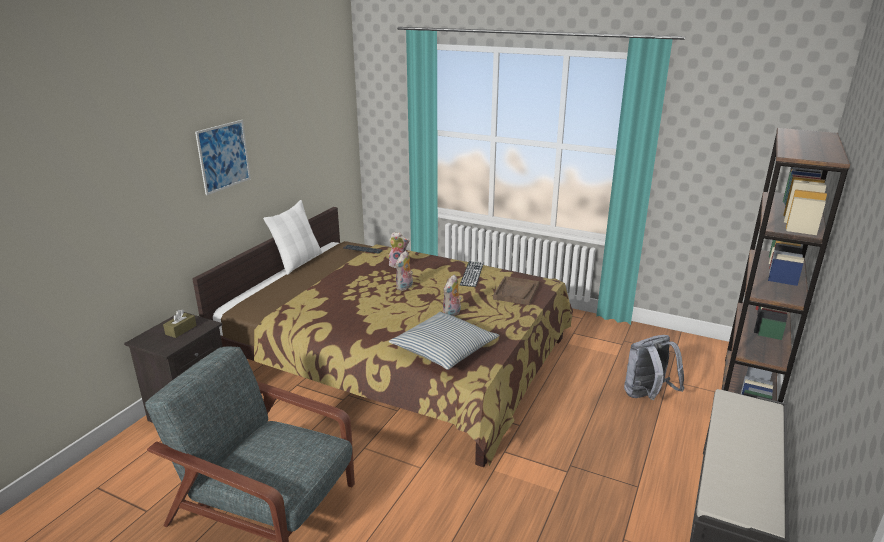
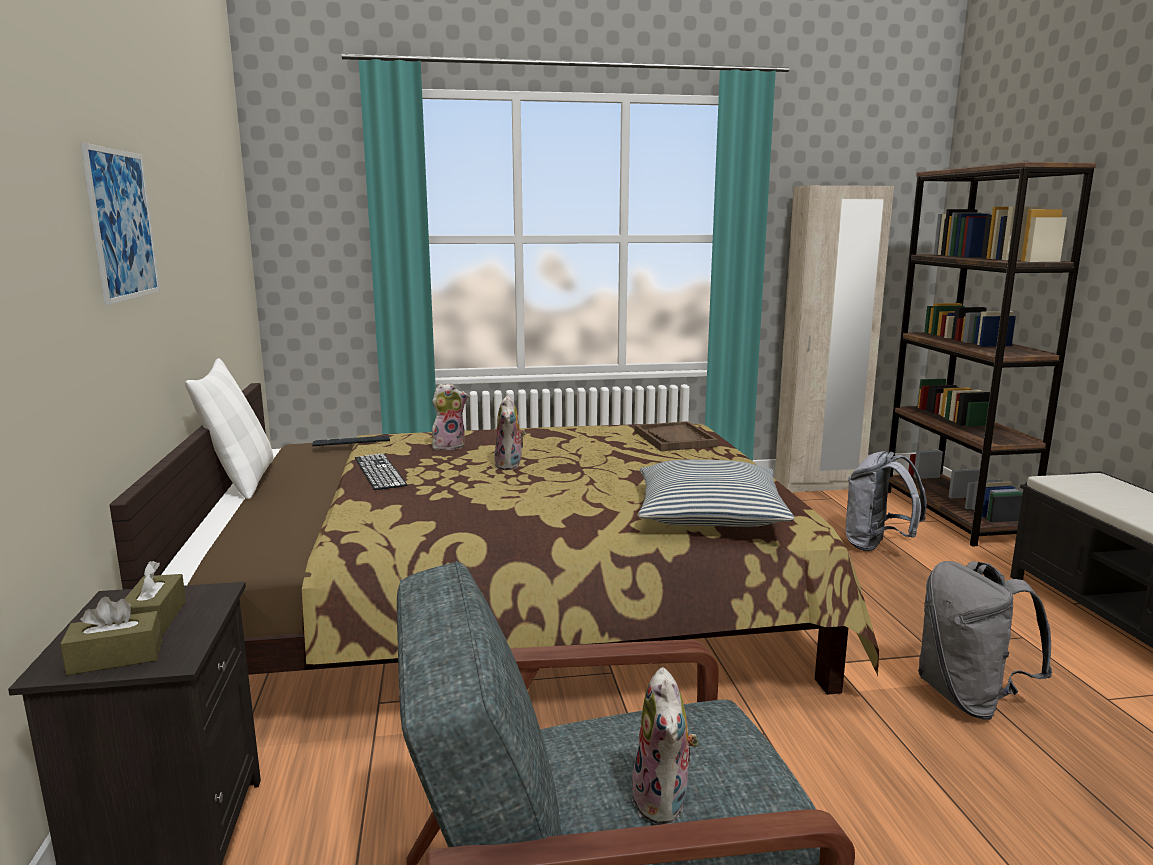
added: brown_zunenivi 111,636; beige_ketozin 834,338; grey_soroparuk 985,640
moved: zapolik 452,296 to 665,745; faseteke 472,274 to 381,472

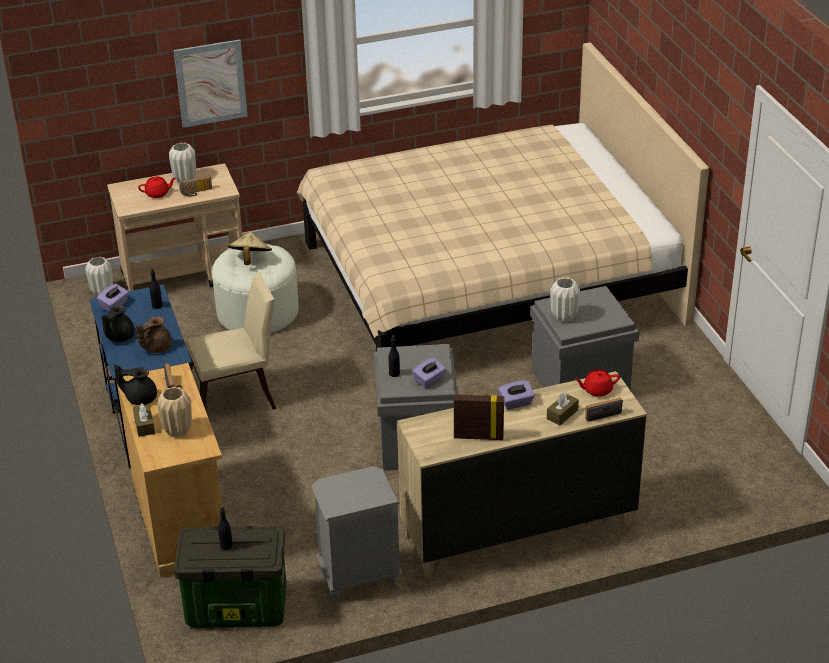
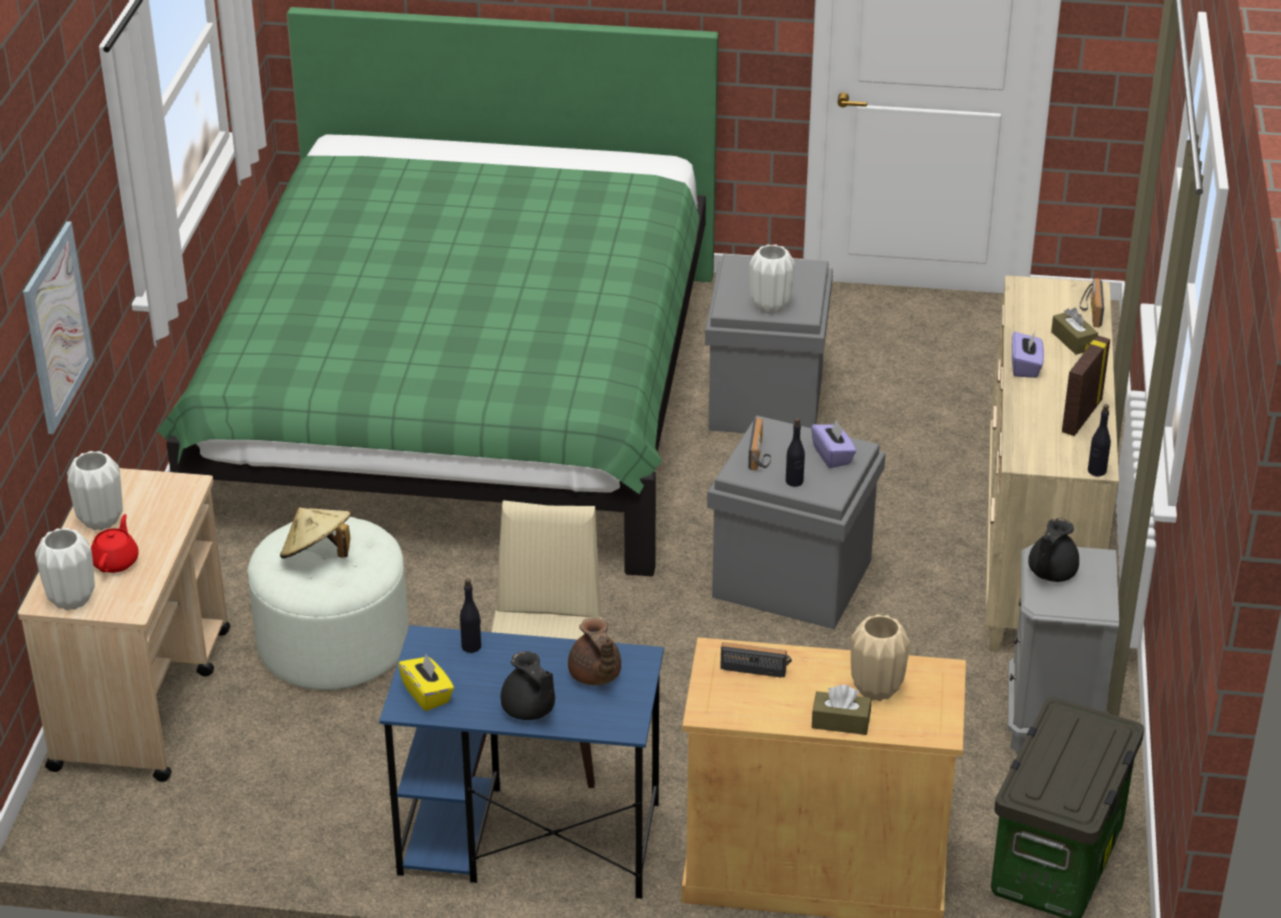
removed: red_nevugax 597,383
moved: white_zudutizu 99,276 to 65,569; black_nevugax 135,385 to 1053,550; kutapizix 195,186 to 759,444; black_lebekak 225,528 to 1099,440
recoloured: purple_zunenivi 112,298 to yellow_zunenivi 426,682; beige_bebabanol 503,197 to green_bebabanol 437,291

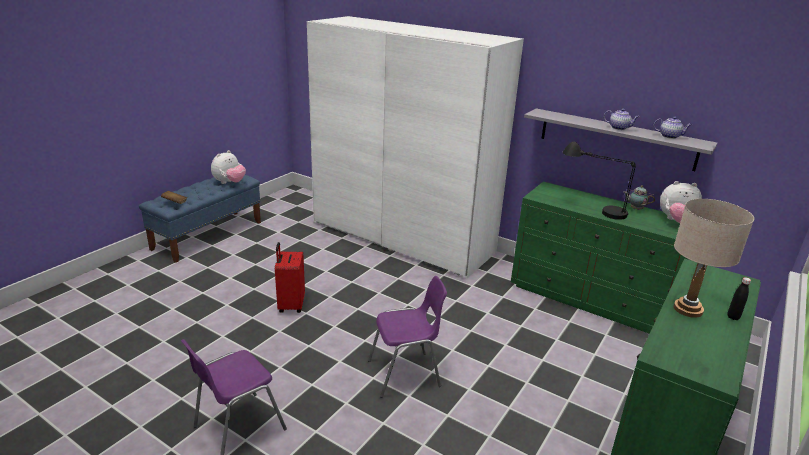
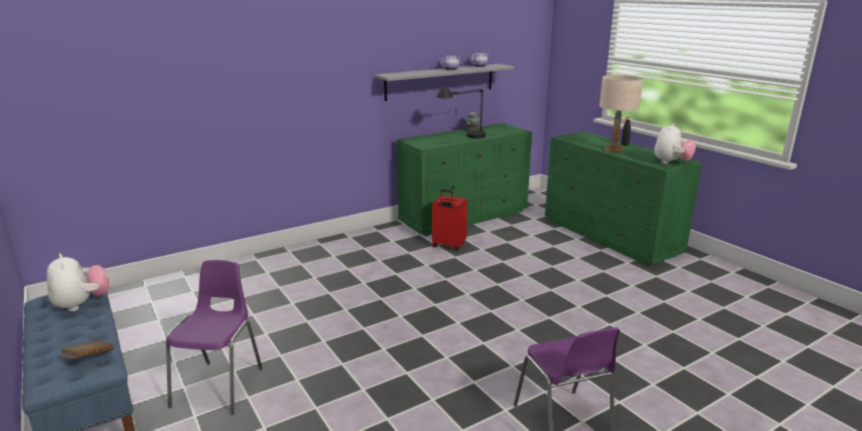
removed: white_ketozin 415,147
moved: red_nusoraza 290,277 to 449,220; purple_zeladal 407,337 to 214,337; zapolik 681,202 to 675,143

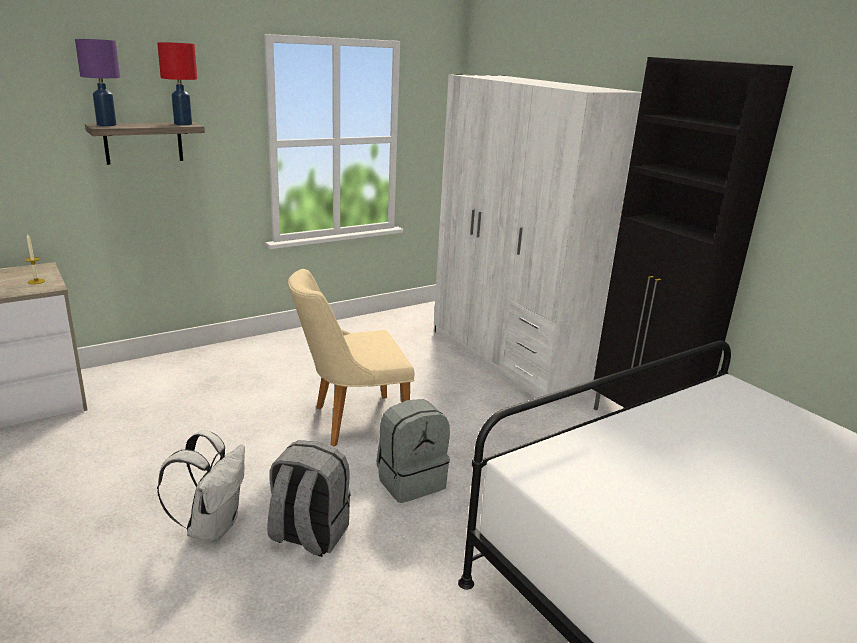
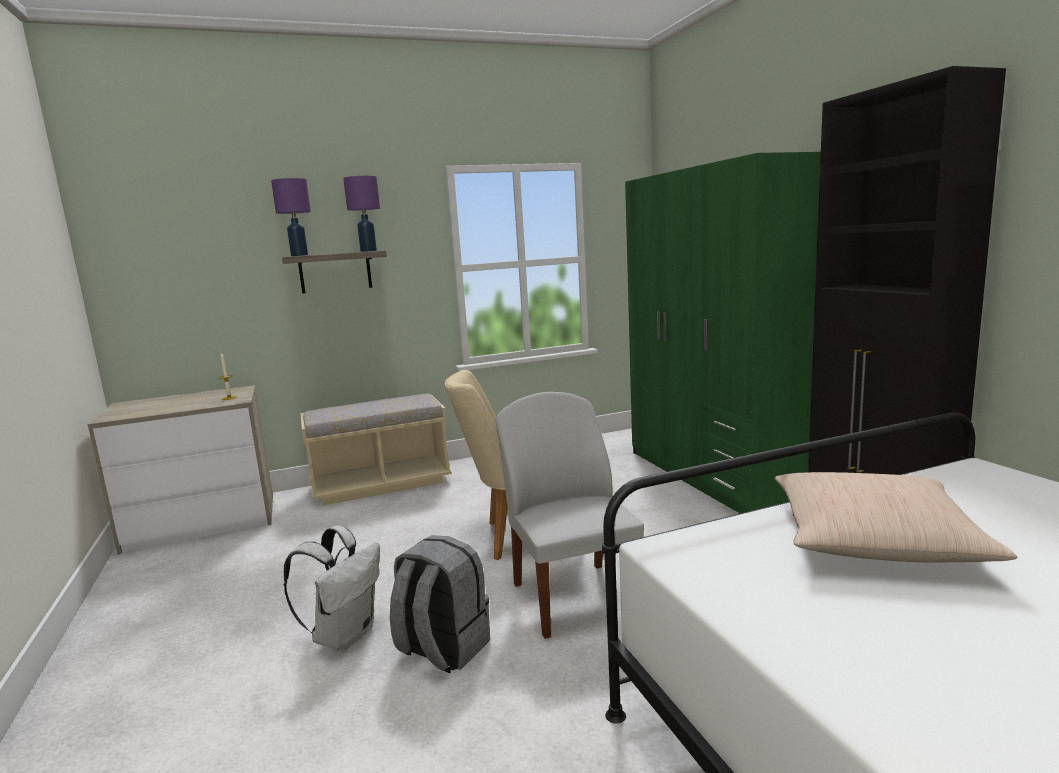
added: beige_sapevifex 376,449; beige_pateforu 895,517
replaced: grey_soroparuk 413,451 to white_zeladal 570,515
recoloured: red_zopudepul 177,83 to purple_zopudepul 361,214; white_ketozin 538,239 to green_ketozin 723,332

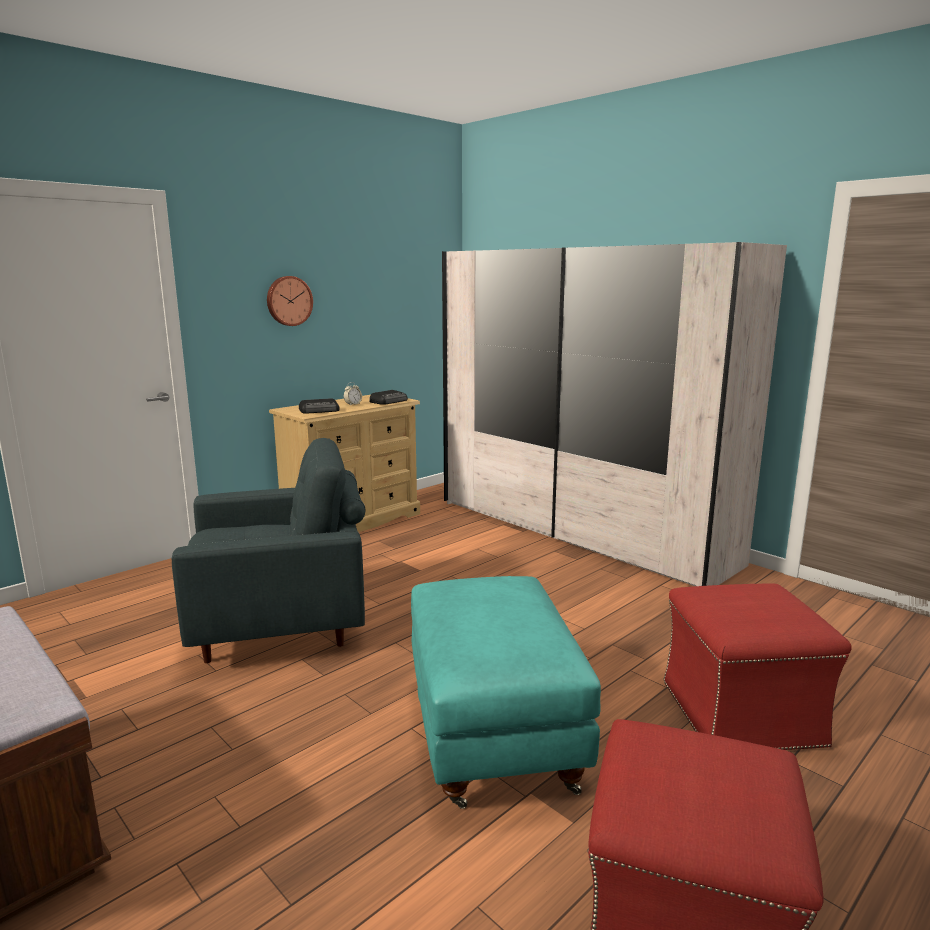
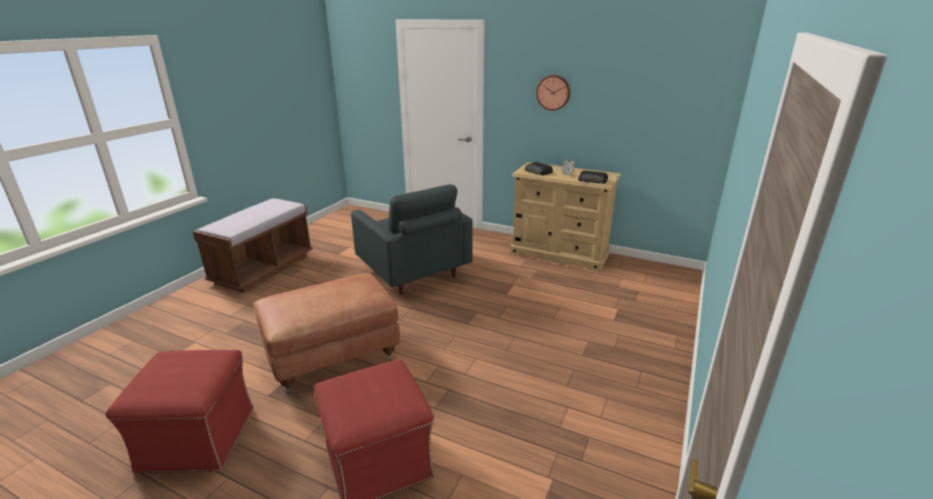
removed: white_ketozin 614,414
recoloured: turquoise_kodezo 506,692 to brown_kodezo 327,333

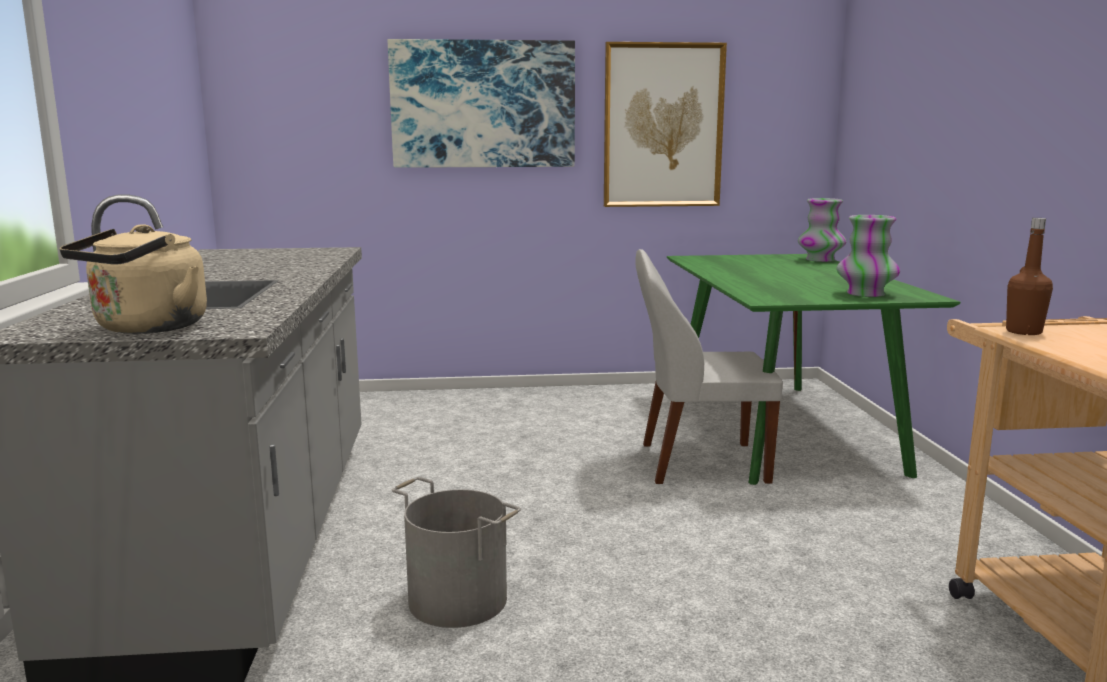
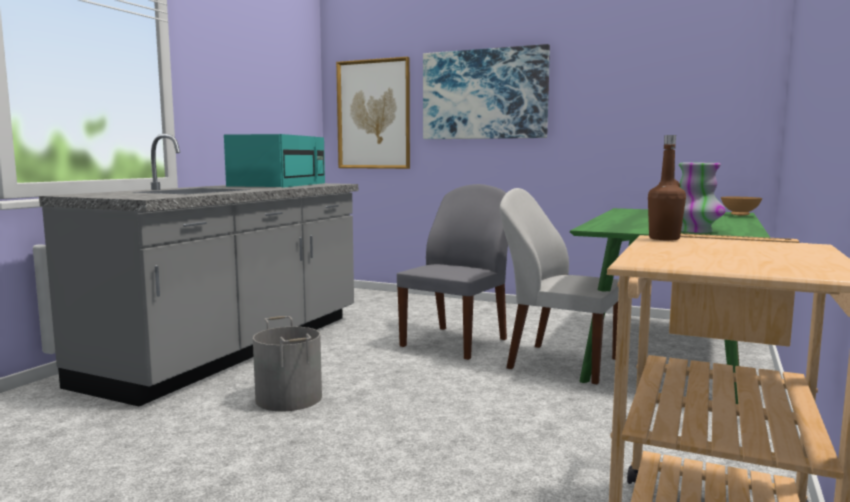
removed: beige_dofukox 133,279
added: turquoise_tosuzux 274,161; grey_zeladal 452,272
moved: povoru 665,124 to 373,113
replaced: zudutizu 822,230 to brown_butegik 741,206

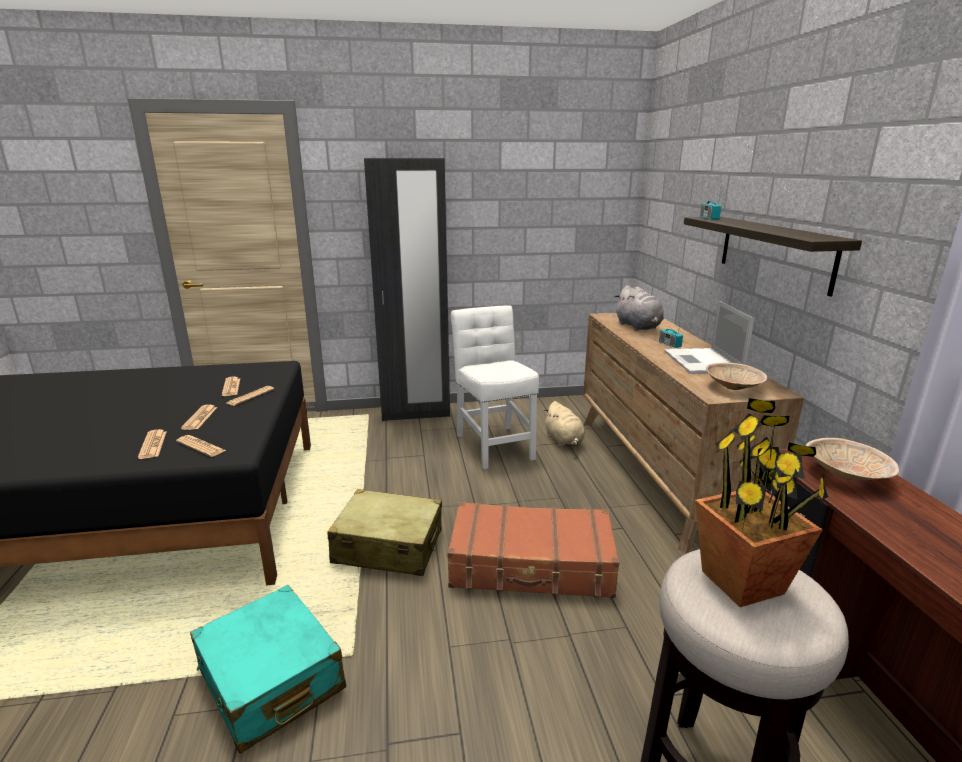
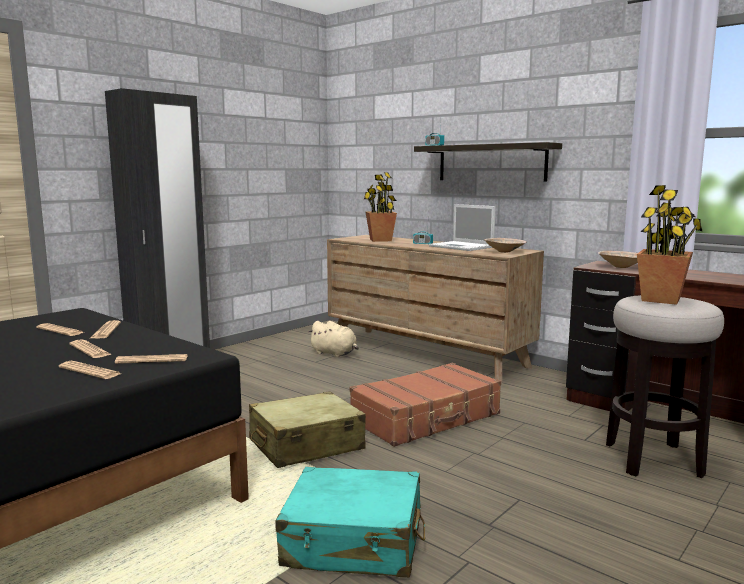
removed: white_zeladal 495,387
replaced: grey_zapolik 639,308 to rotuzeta 380,207

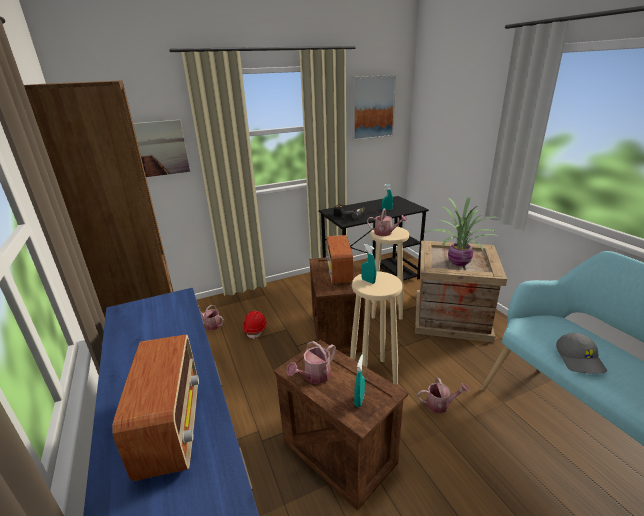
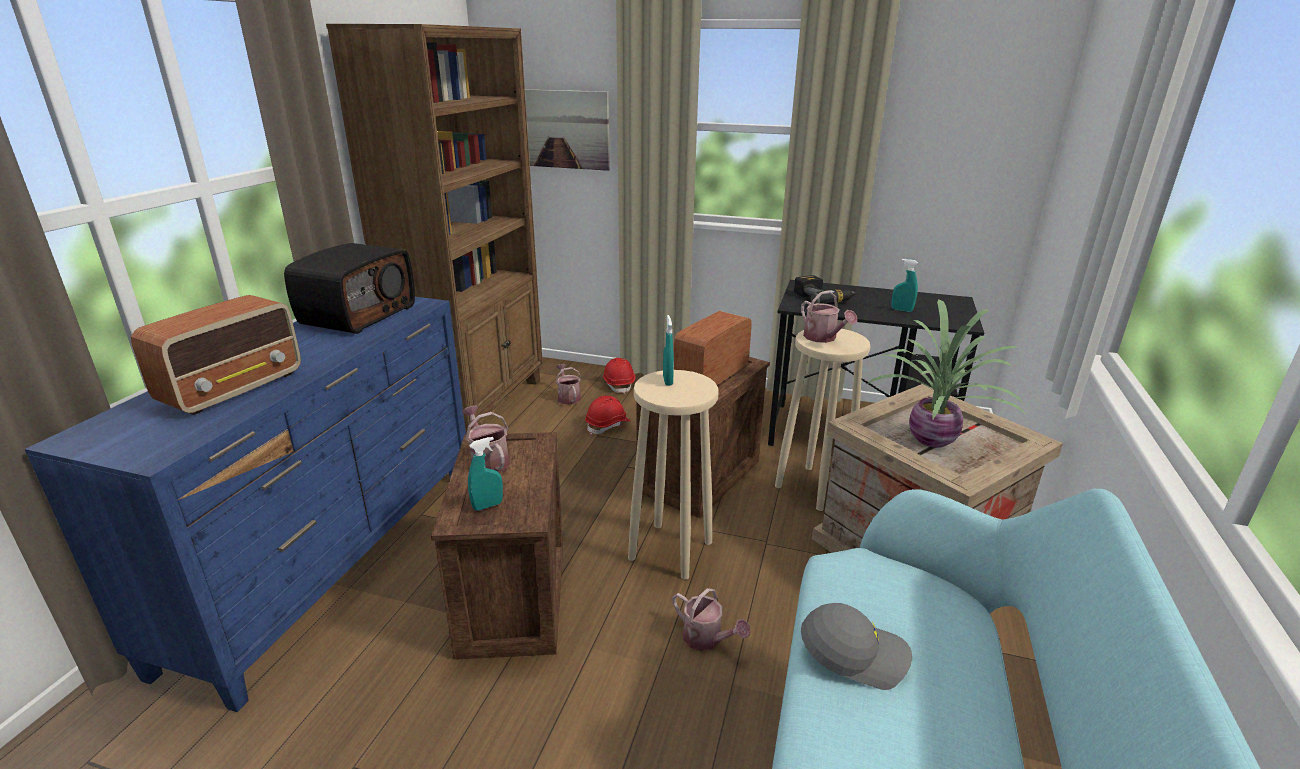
removed: povoru 374,108
added: kutapizix 349,288; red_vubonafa 619,376
turned: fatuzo 311,362 = 485,439 60 degrees clockwise; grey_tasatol 581,353 = 856,646 120 degrees counterclockwise

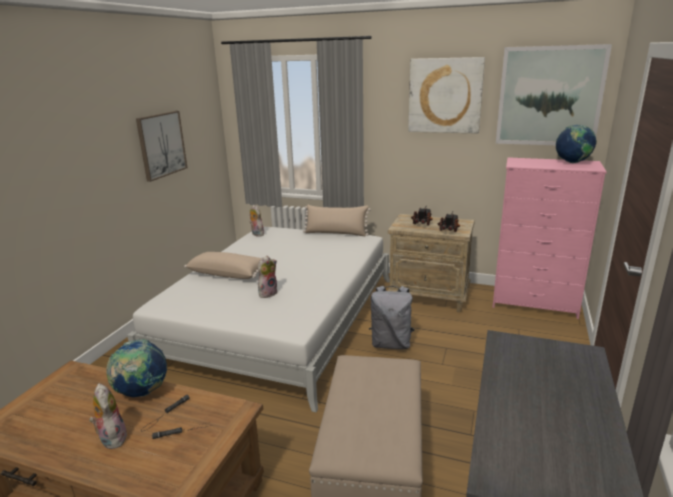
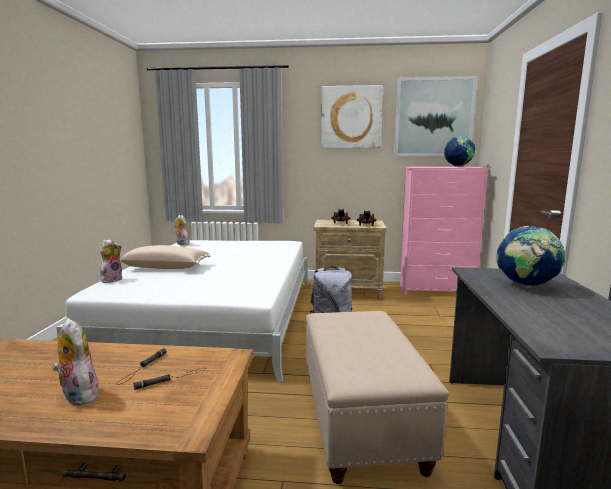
removed: povoru 161,146; beige_pateforu 337,220
moved: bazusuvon 136,368 to 531,257; zapolik 267,277 to 111,261

